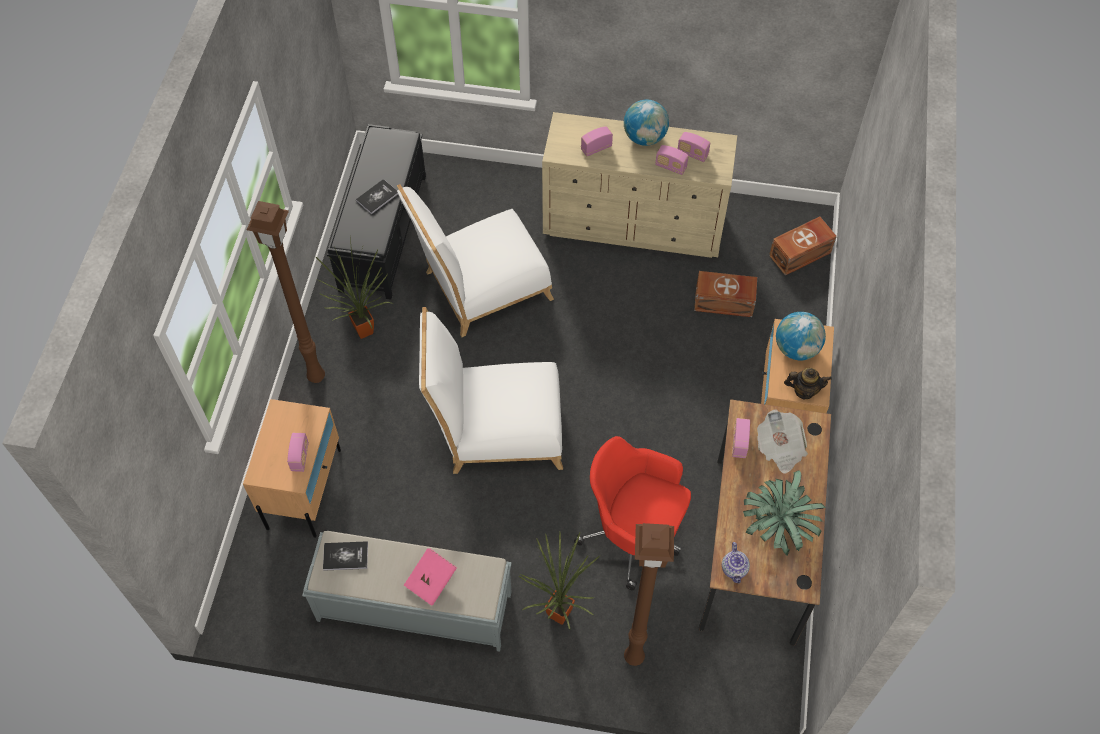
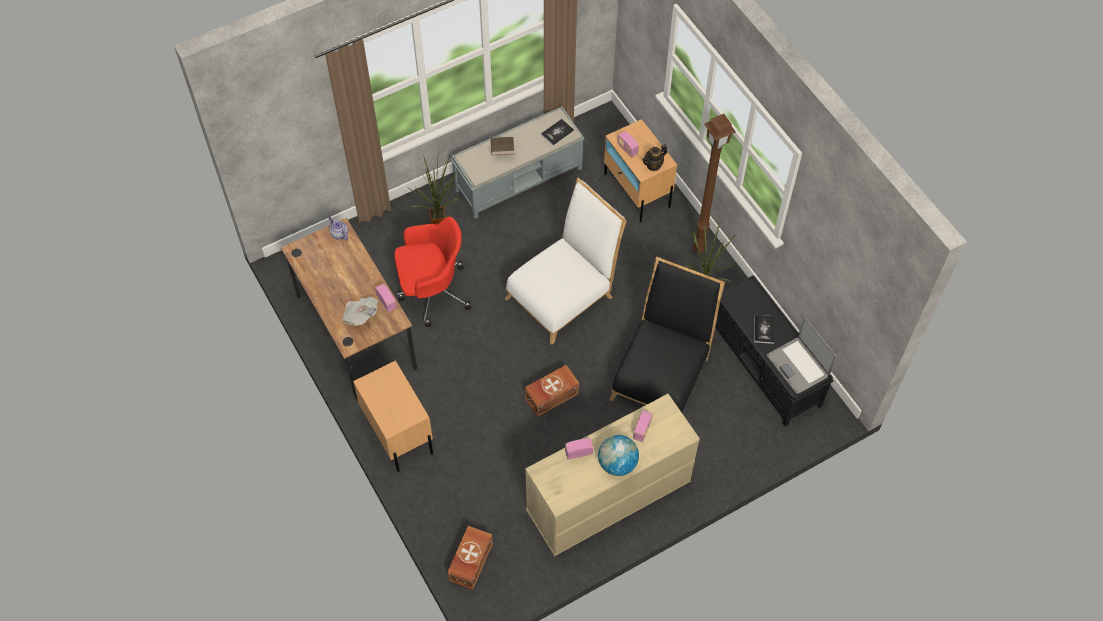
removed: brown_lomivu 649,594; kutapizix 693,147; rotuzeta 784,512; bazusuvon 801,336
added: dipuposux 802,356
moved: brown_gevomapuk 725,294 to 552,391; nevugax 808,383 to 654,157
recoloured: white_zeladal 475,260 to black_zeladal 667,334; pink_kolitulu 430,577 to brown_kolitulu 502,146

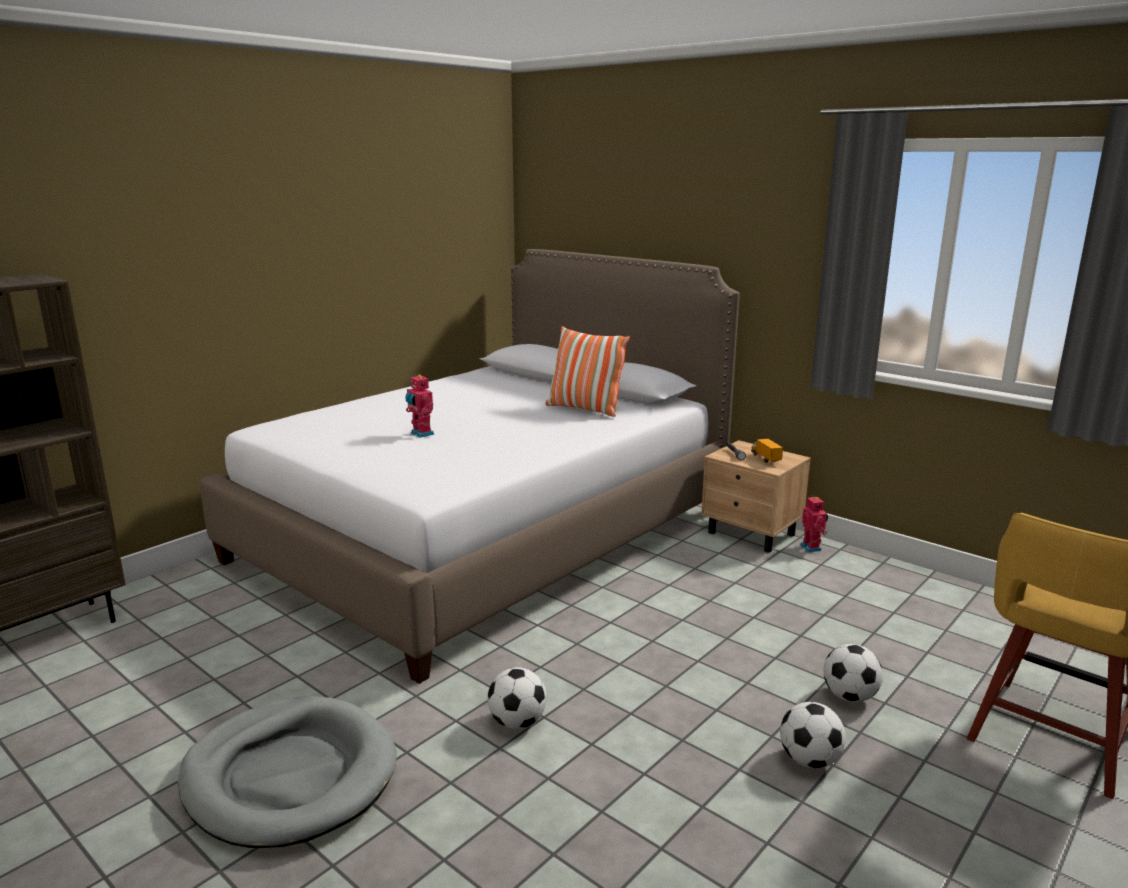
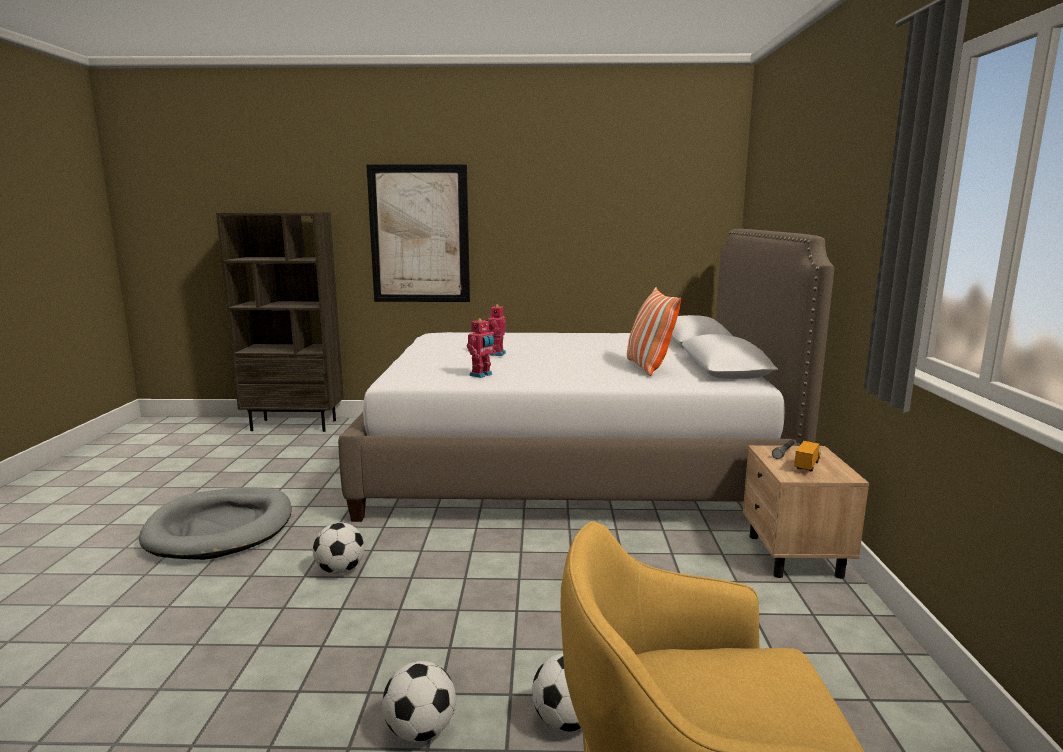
added: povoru 418,233
moved: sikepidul 814,523 to 481,348

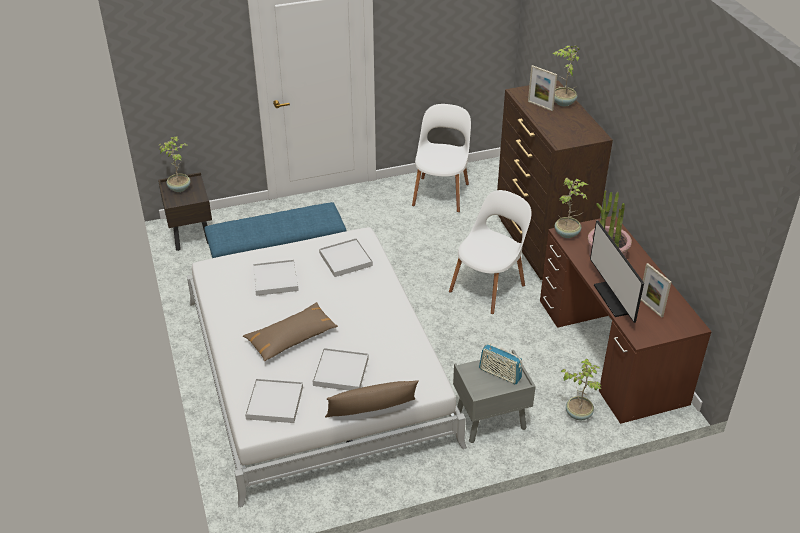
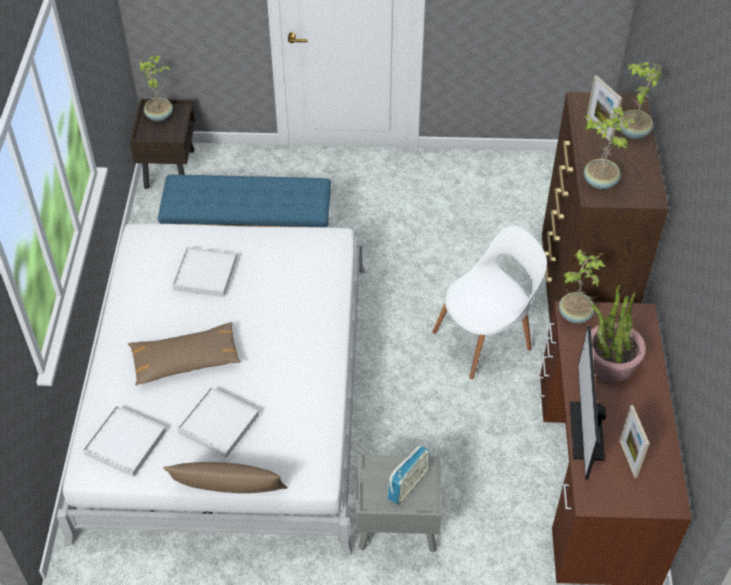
removed: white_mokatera 346,257; white_zeladal 441,158
moved: rotuzeta 581,389 to 610,148
turned: kutapizix 500,363 = 408,474 105 degrees counterclockwise

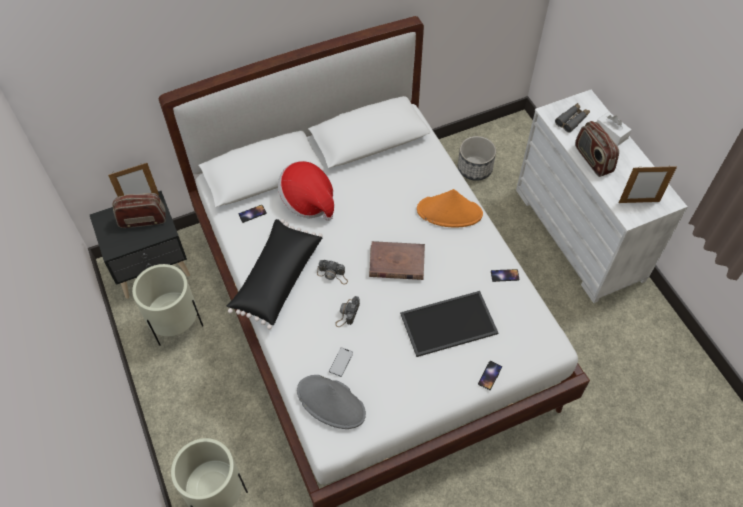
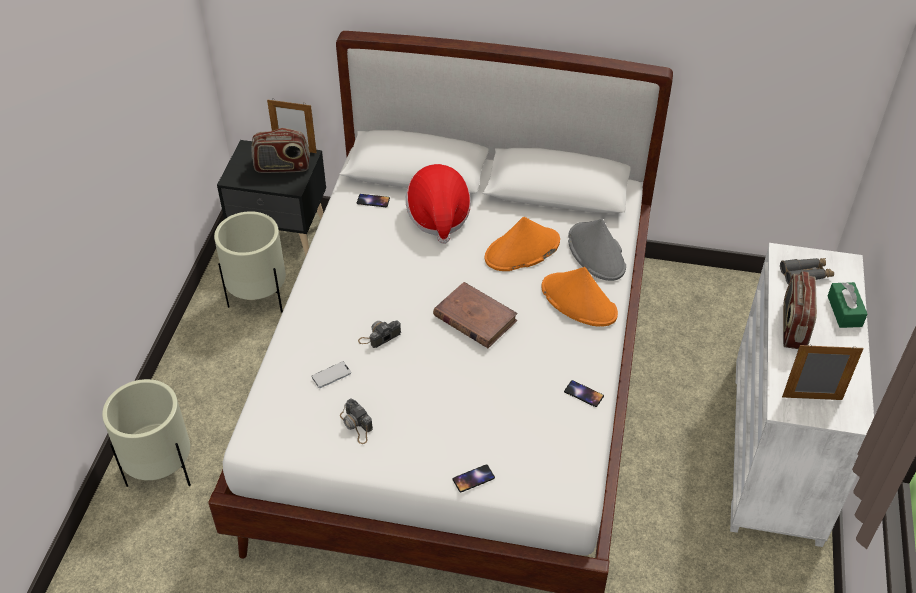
removed: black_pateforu 275,274; mokatera 449,324; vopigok 477,158
added: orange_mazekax 522,244
moved: grey_mazekax 331,402 to 597,250; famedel 332,272 to 356,421
recoloured: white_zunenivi 614,129 to green_zunenivi 848,305
turned: kutapizix 139,210 = 281,150 150 degrees clockwise; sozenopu 648,184 = 822,372 150 degrees clockwise

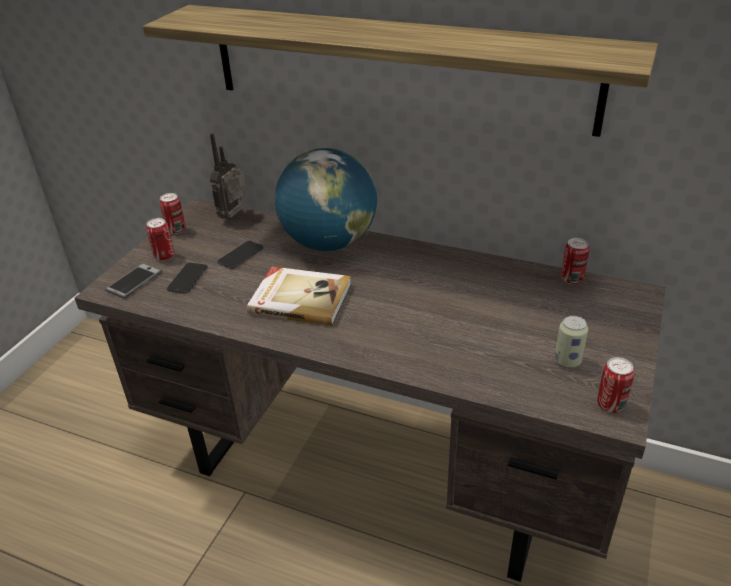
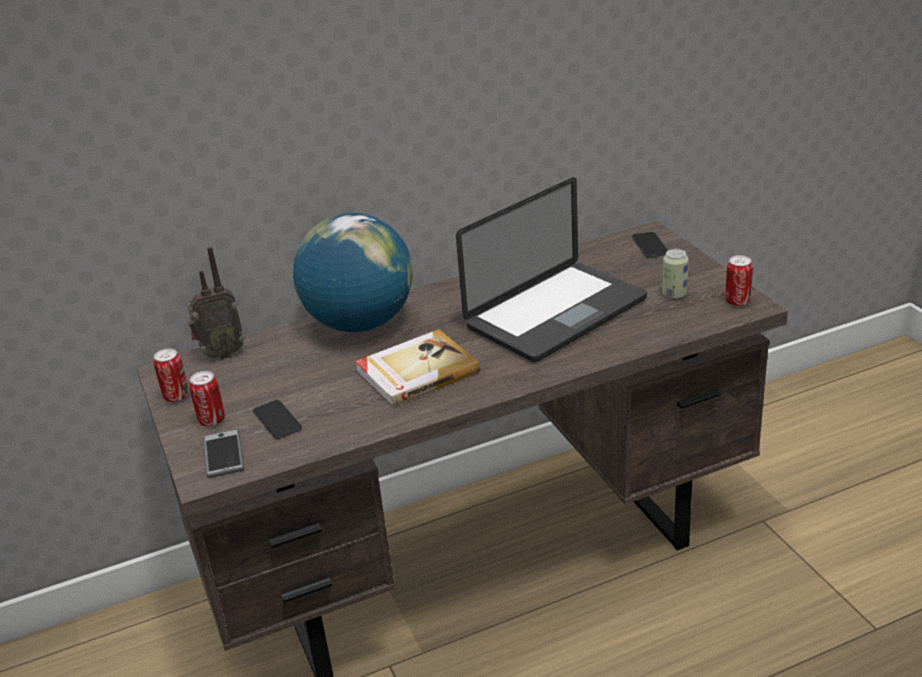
removed: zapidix 400,71; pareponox 575,261
added: dipuposux 551,269
moved: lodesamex 241,255 to 650,244
turned: kutapizix 228,176 = 216,302 90 degrees counterclockwise

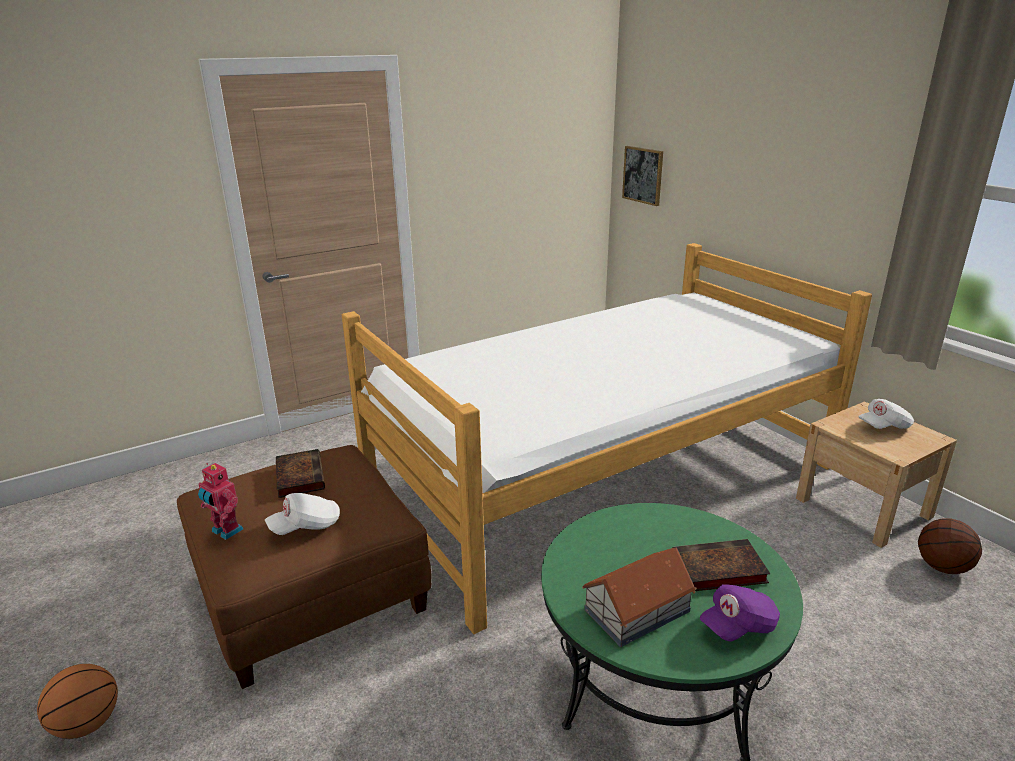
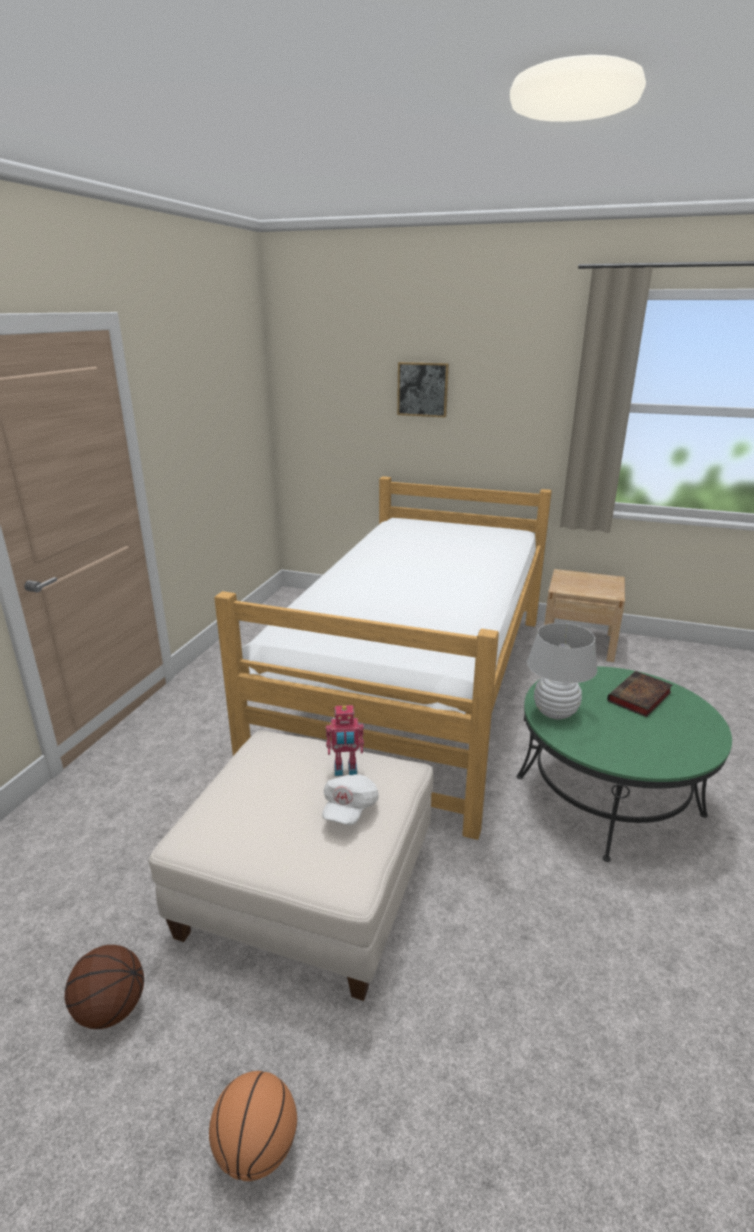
removed: kolitulu 300,473; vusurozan 639,597; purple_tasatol 740,612; white_tasatol 886,414
added: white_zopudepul 562,671
moved: sikepidul 220,501 to 345,740; povoru 642,176 to 423,390; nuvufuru 950,546 to 104,987
recoloured: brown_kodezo 304,567 to white_kodezo 291,866

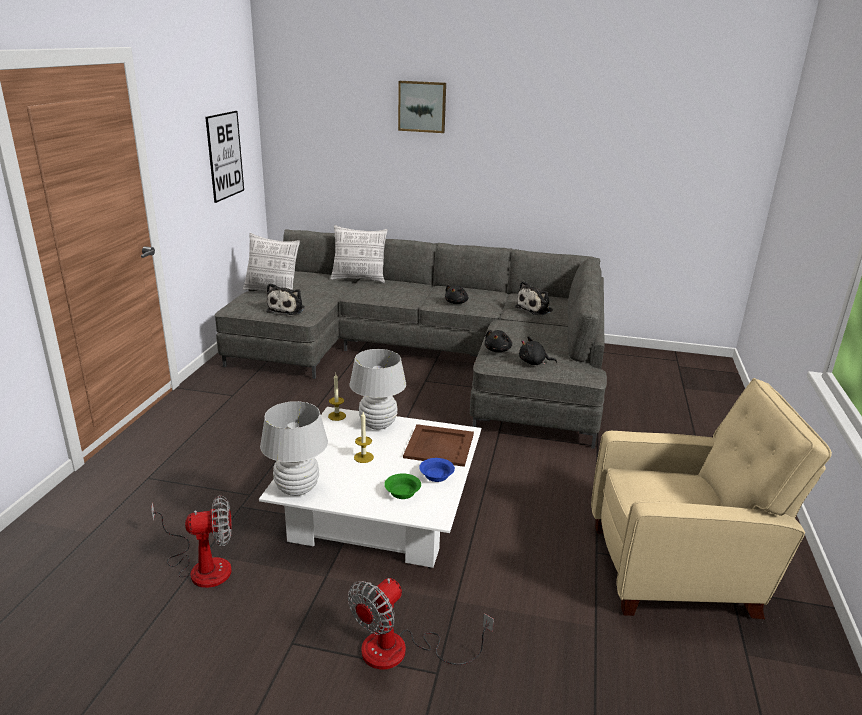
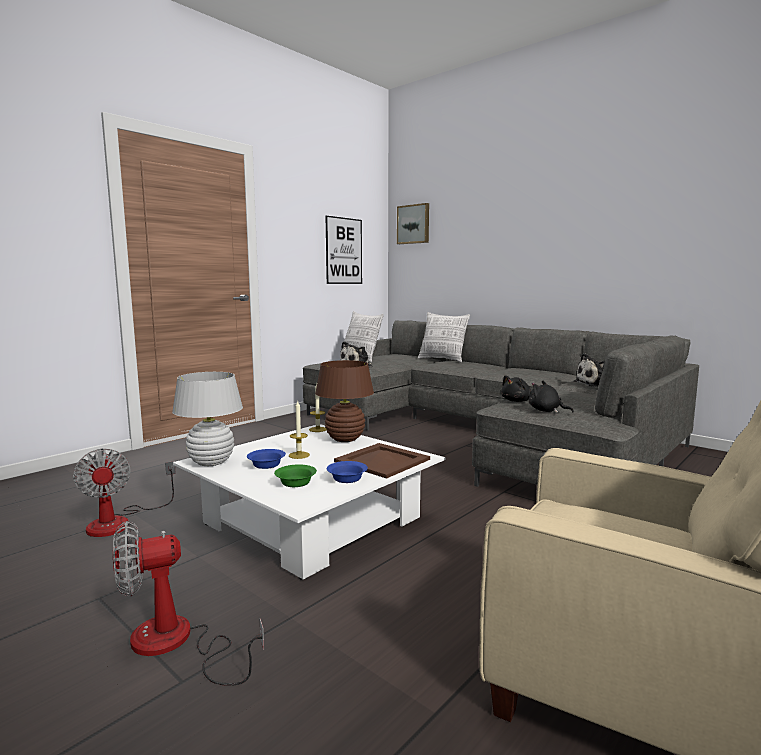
removed: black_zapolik 456,294
added: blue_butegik 266,459
moved: povoru 422,107 to 413,223
recoloured: white_zopudepul 378,389 to brown_zopudepul 344,401
turned: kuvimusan 191,541 = 124,493 45 degrees clockwise

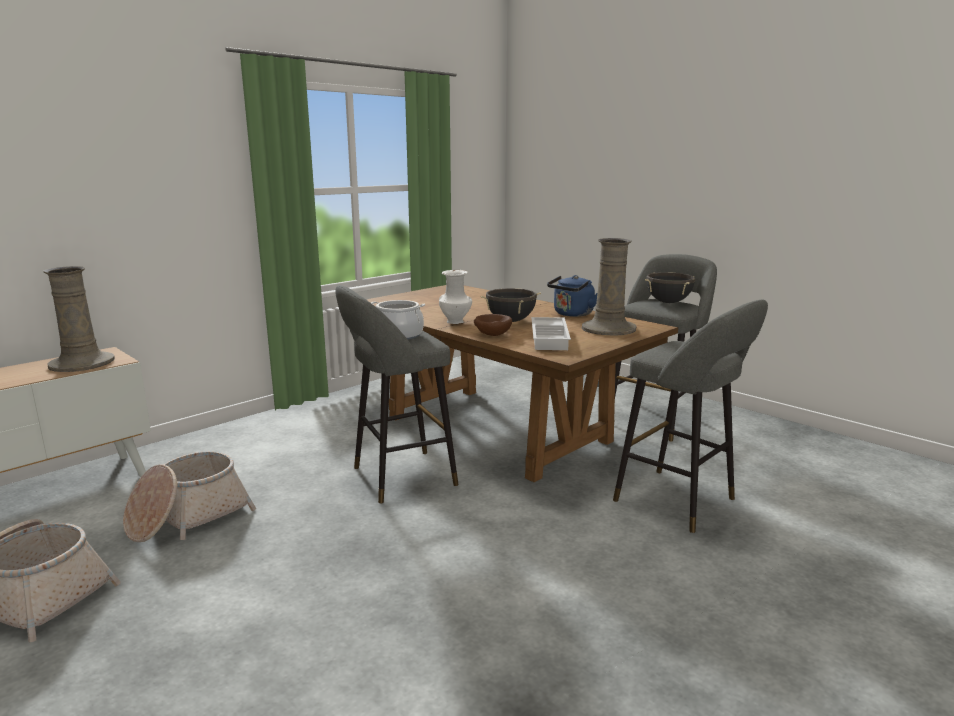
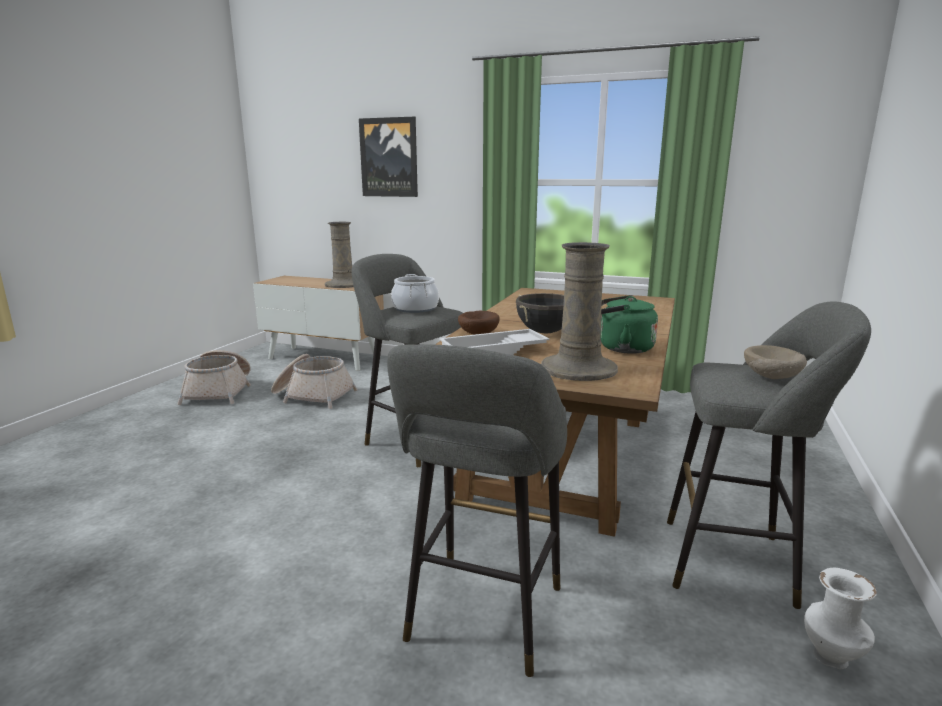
added: povoru 388,157
moved: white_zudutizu 455,297 to 840,618
replaced: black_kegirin 670,287 to beige_butegik 775,362
recoloured: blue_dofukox 572,296 to green_dofukox 629,324

